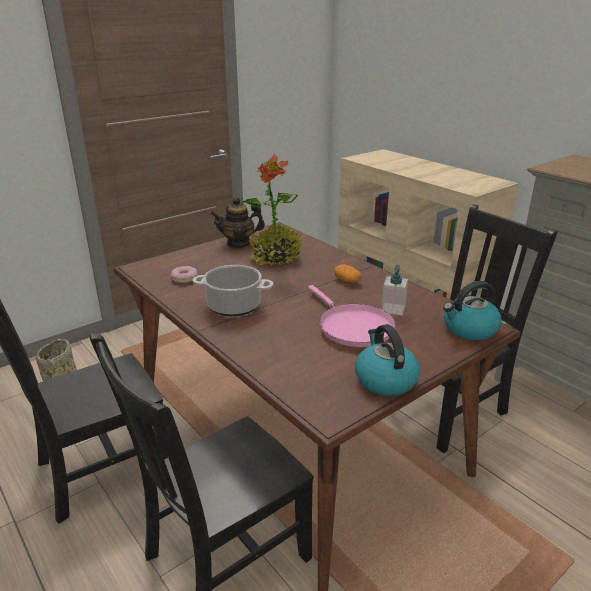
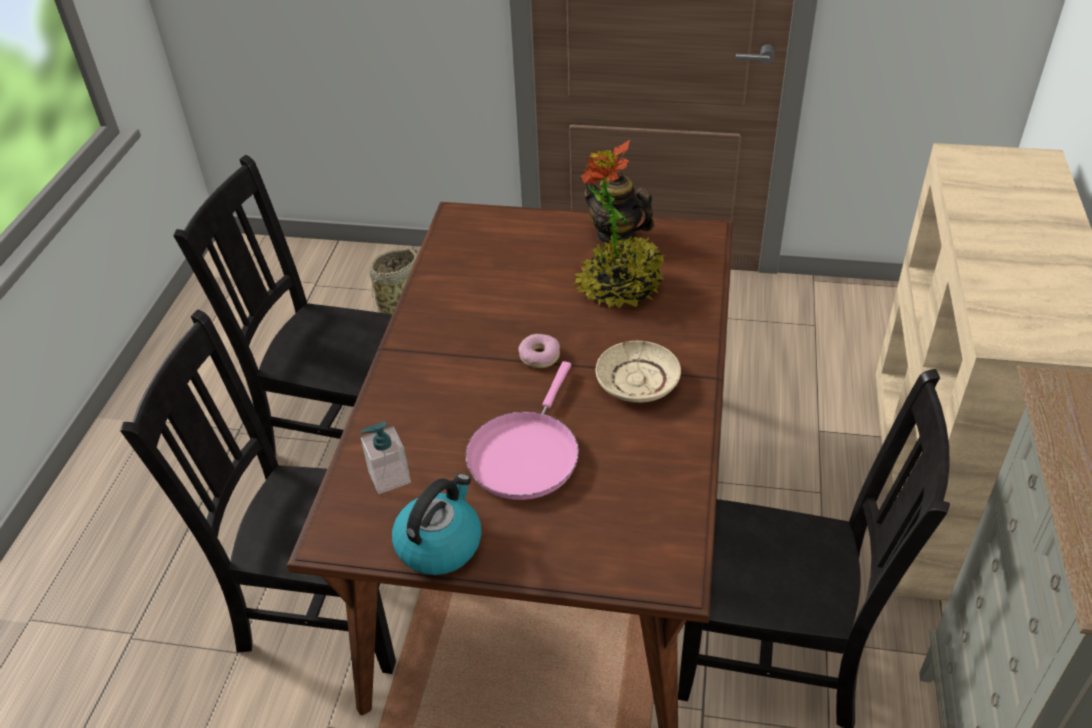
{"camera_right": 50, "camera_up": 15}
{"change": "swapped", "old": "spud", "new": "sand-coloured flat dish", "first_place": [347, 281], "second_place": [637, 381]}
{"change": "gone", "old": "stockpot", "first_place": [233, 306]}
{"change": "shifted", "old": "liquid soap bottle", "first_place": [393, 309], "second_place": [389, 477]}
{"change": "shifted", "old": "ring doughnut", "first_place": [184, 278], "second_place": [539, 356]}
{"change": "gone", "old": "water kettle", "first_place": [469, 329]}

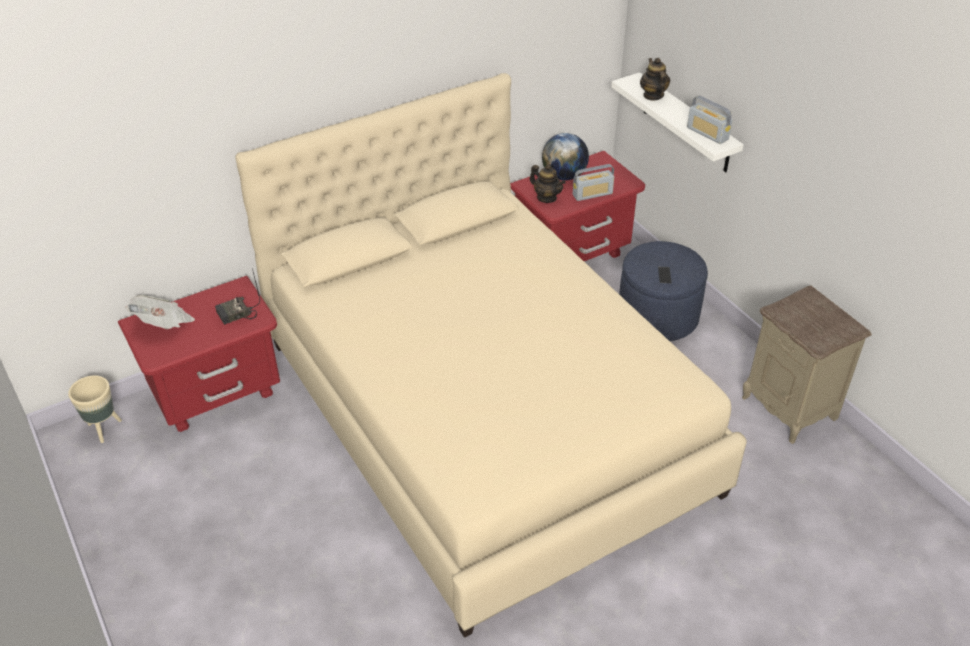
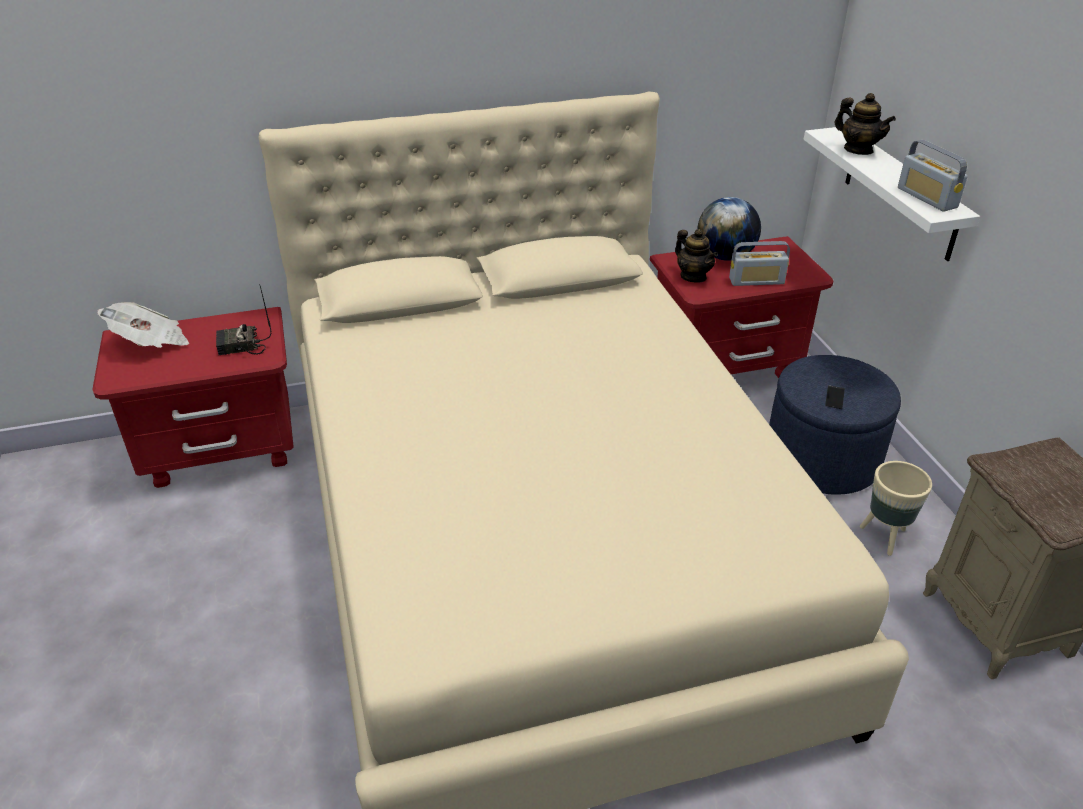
{"camera_right": 15, "camera_up": -5}
{"change": "rotated", "old": "tea pot", "first_place": [653, 95], "second_place": [858, 150], "degrees": 135}
{"change": "shifted", "old": "sand-coloured flower pot", "first_place": [104, 429], "second_place": [885, 537]}

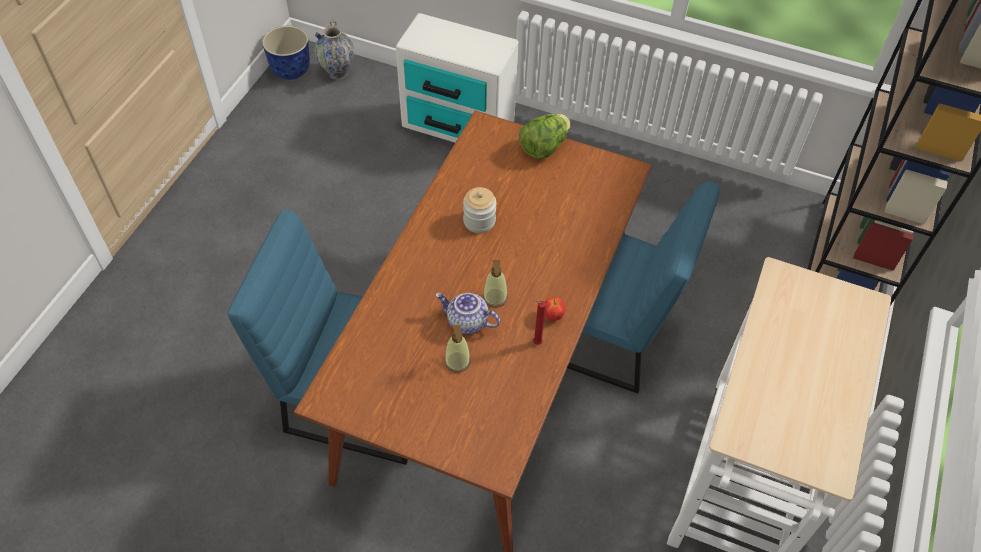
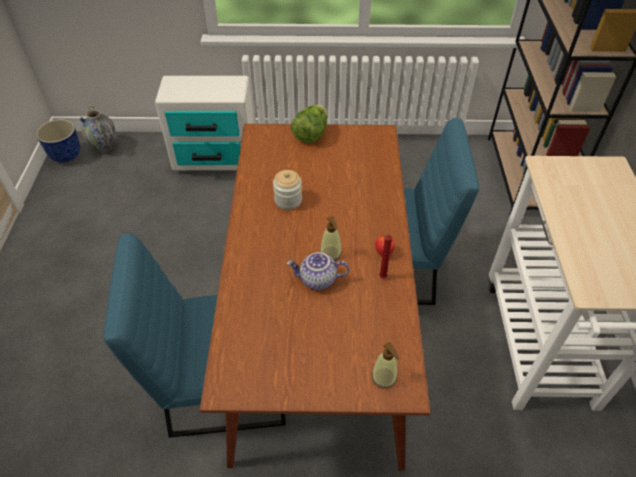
{"camera_right": -20, "camera_up": -5}
{"change": "shifted", "old": "liquid soap bottle", "first_place": [457, 362], "second_place": [384, 377]}

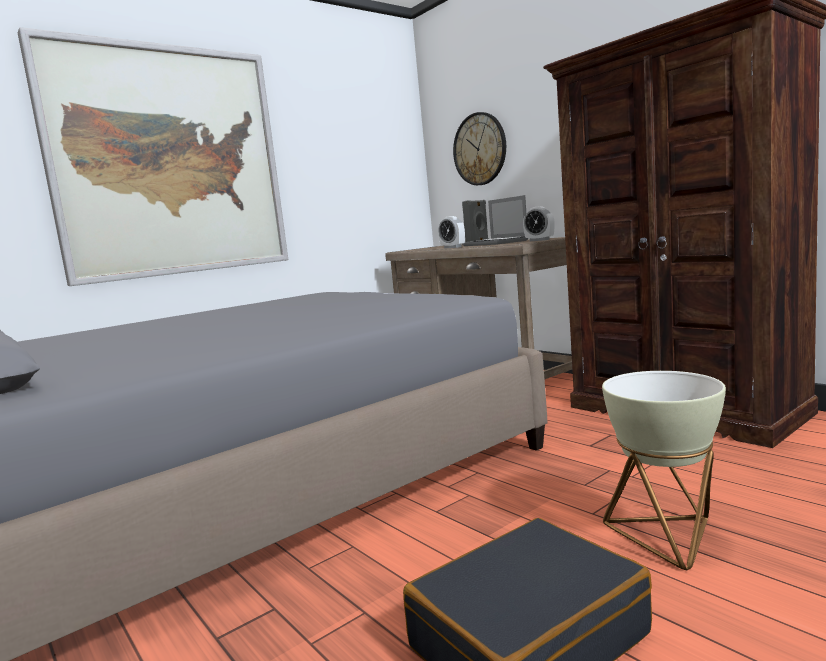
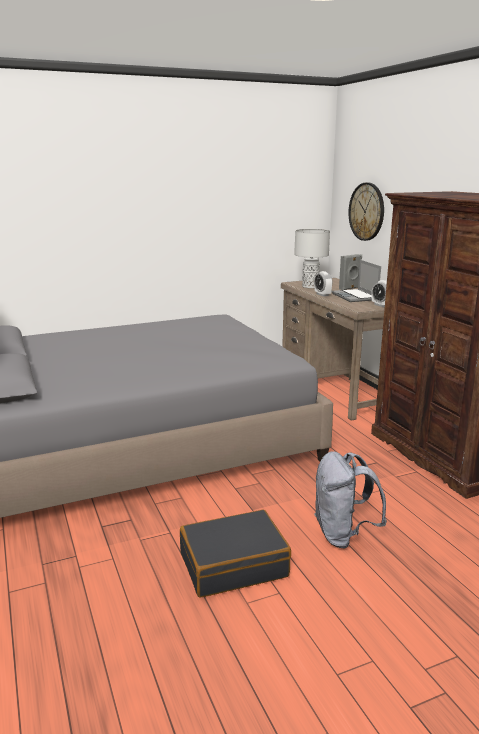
{"camera_right": 15, "camera_up": 10}
{"change": "gone", "old": "wall picture", "first_place": [169, 162]}
{"change": "swapped", "old": "flower pot", "new": "gray rucksack", "first_place": [666, 536], "second_place": [343, 535]}
{"change": "new", "new": "white-coloured tabletop lamp", "second_place": [309, 286]}

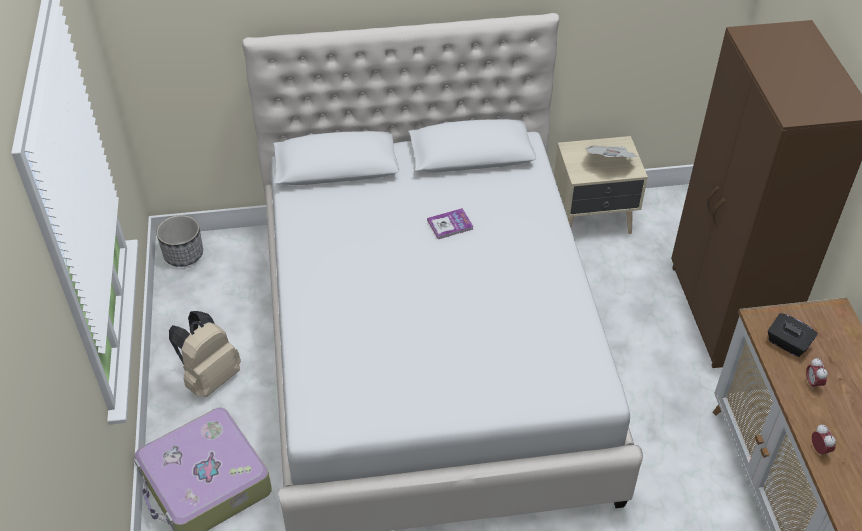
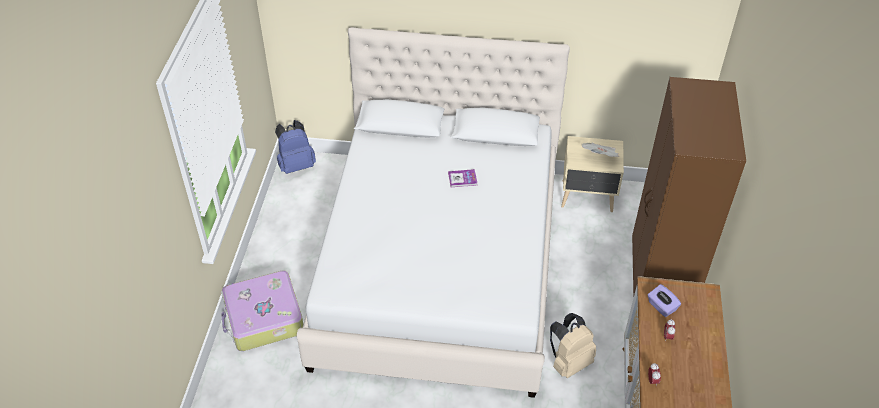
{"camera_right": 15, "camera_up": 0}
{"change": "swapped", "old": "flower pot", "new": "blue-coloured rucksack", "first_place": [183, 254], "second_place": [296, 165]}
{"change": "shifted", "old": "sand-coloured rucksack", "first_place": [210, 377], "second_place": [569, 362]}
{"change": "repainted", "old": "blackish tissue box", "new": "purple tissue box", "first_place": [787, 344], "second_place": [661, 307]}

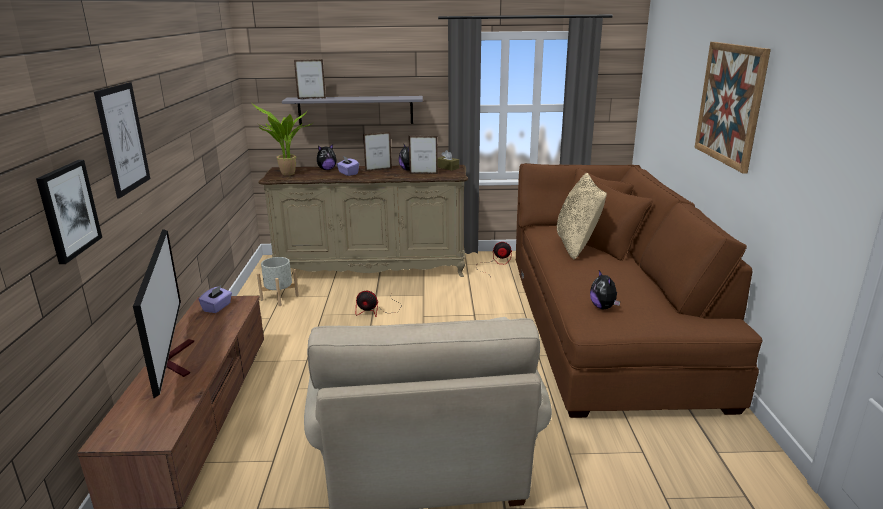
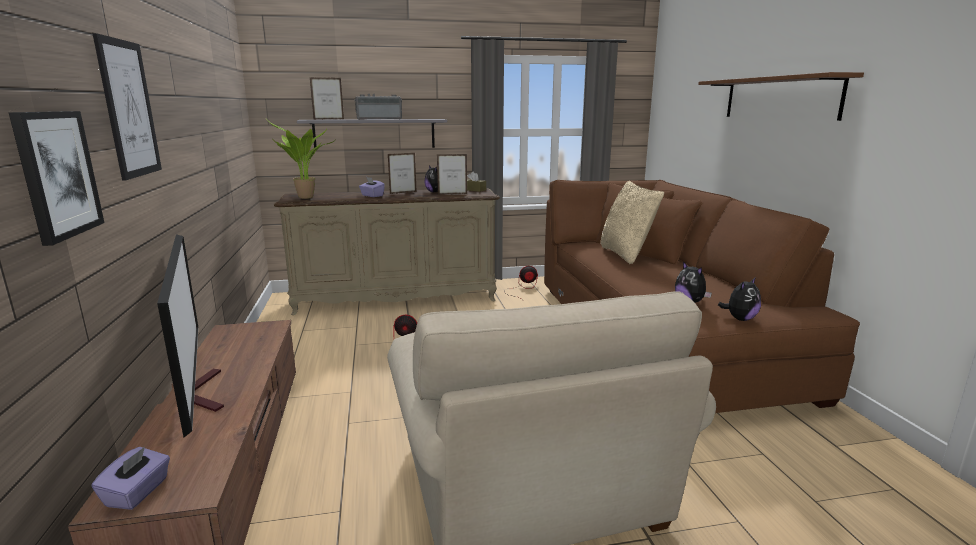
{"camera_right": -10, "camera_up": -5}
{"change": "swapped", "old": "wall picture", "new": "brown-coloured shelf", "first_place": [730, 104], "second_place": [779, 98]}
{"change": "shifted", "old": "plush toy", "first_place": [327, 169], "second_place": [740, 319]}
{"change": "gone", "old": "gray flower pot", "first_place": [279, 298]}
{"change": "shifted", "old": "purple tissue box", "first_place": [217, 307], "second_place": [138, 492]}
{"change": "new", "new": "radio set", "second_place": [379, 119]}

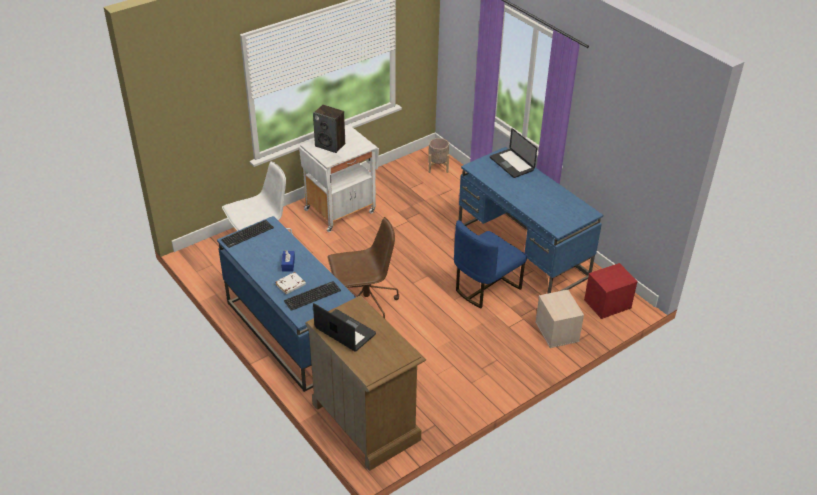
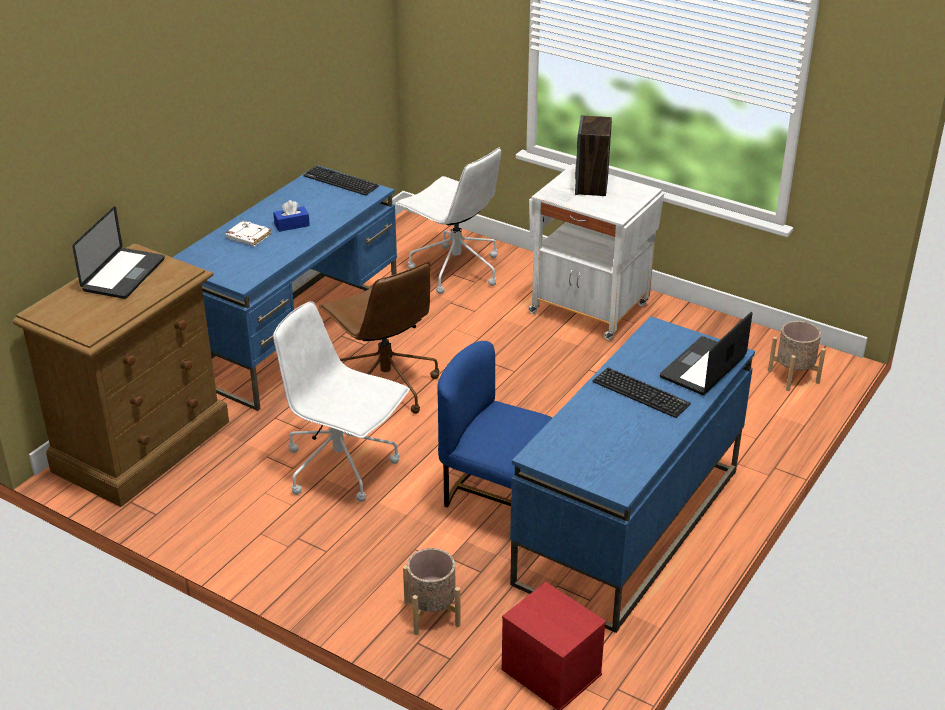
{"camera_right": 70, "camera_up": -5}
{"change": "shifted", "old": "keyboard", "first_place": [312, 296], "second_place": [640, 393]}
{"change": "swapped", "old": "sand-coloured storage box", "new": "sand-coloured flower pot", "first_place": [557, 332], "second_place": [432, 614]}
{"change": "new", "new": "white-coloured desk chair", "second_place": [344, 469]}

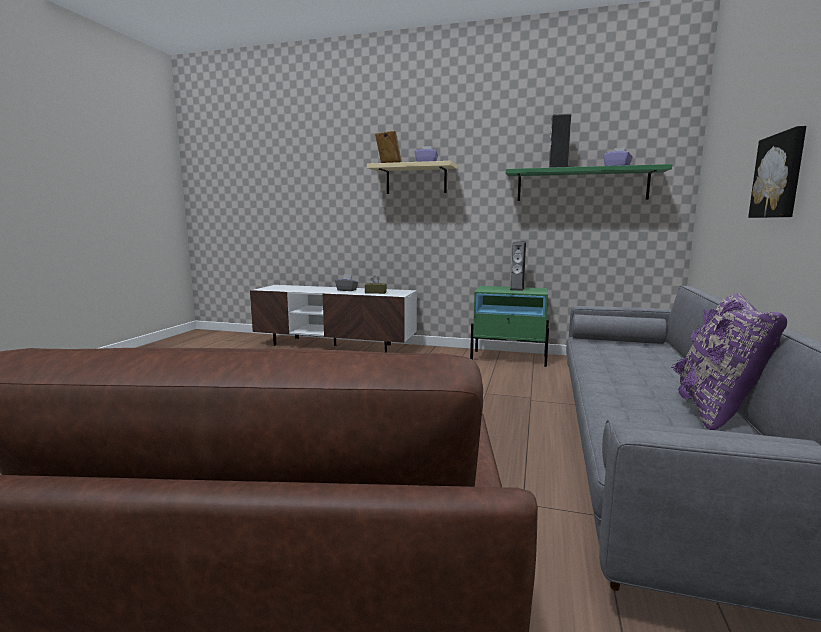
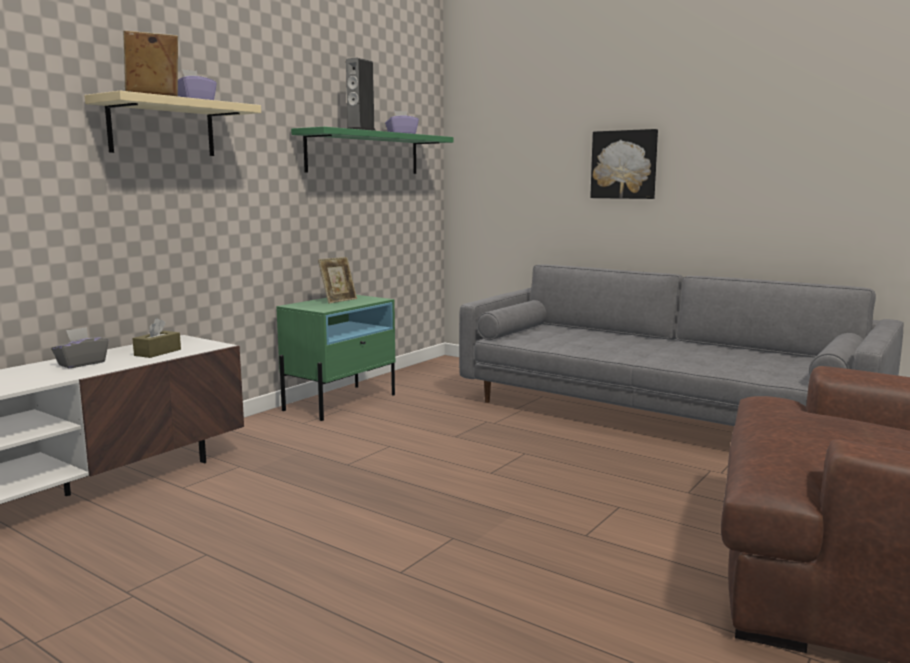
{"camera_right": -70, "camera_up": 0}
{"change": "swapped", "old": "audio speaker", "new": "standing frame", "first_place": [517, 289], "second_place": [338, 300]}
{"change": "gone", "old": "purple cushion", "first_place": [713, 409]}

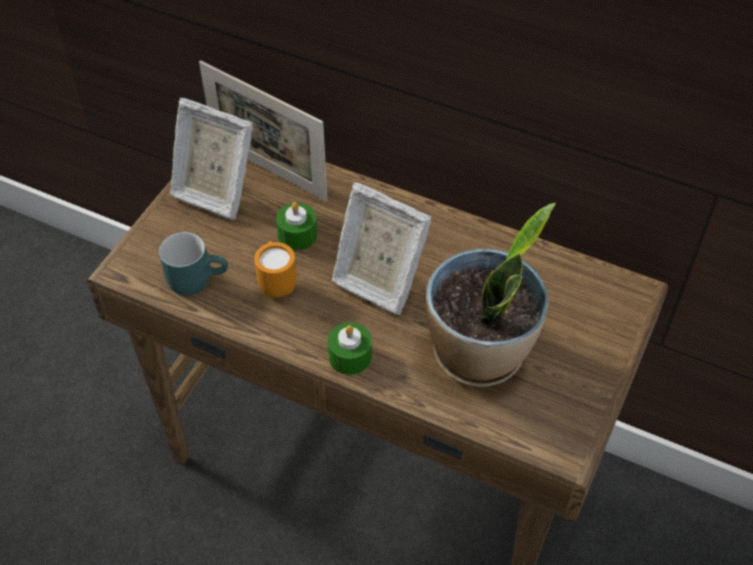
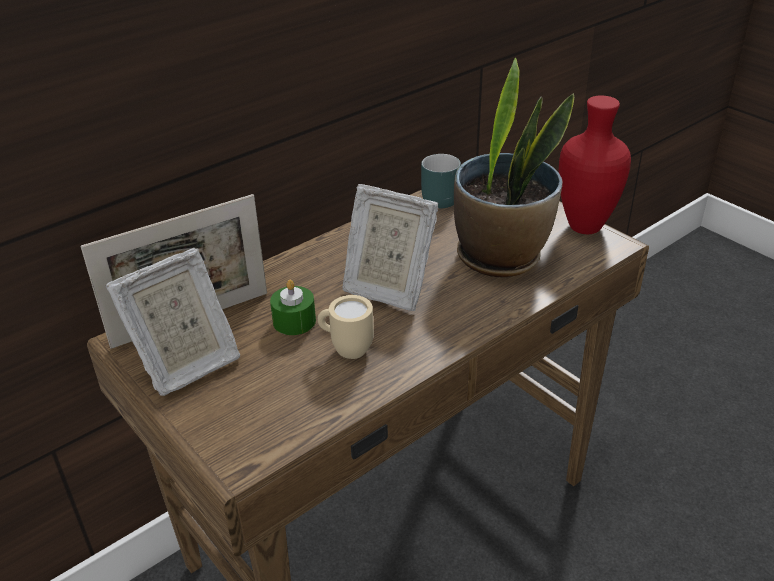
{"camera_right": -65, "camera_up": -15}
{"change": "rotated", "old": "standing frame", "first_place": [377, 281], "second_place": [387, 288], "degrees": 60}
{"change": "shifted", "old": "turquoise coffee mug", "first_place": [197, 278], "second_place": [440, 196]}
{"change": "repainted", "old": "orange coffee mug", "new": "sand-coloured coffee mug", "first_place": [277, 284], "second_place": [346, 349]}
{"change": "gone", "old": "greenish wax light", "first_place": [350, 356]}
{"change": "new", "new": "reddish vase", "second_place": [583, 227]}

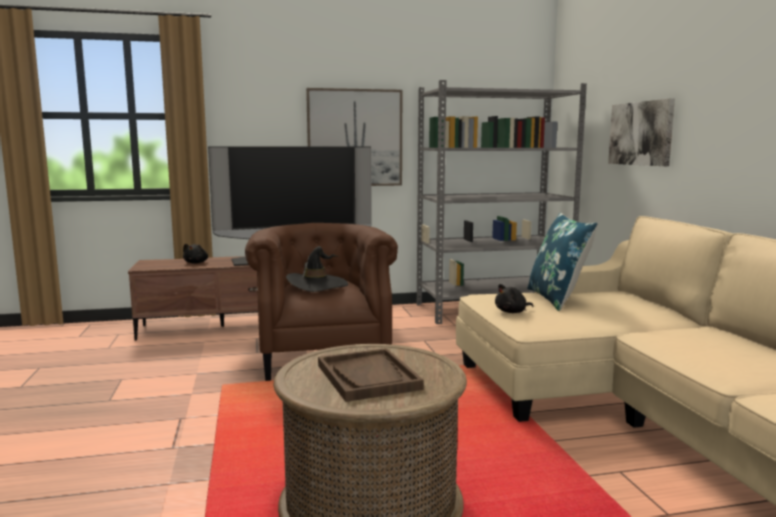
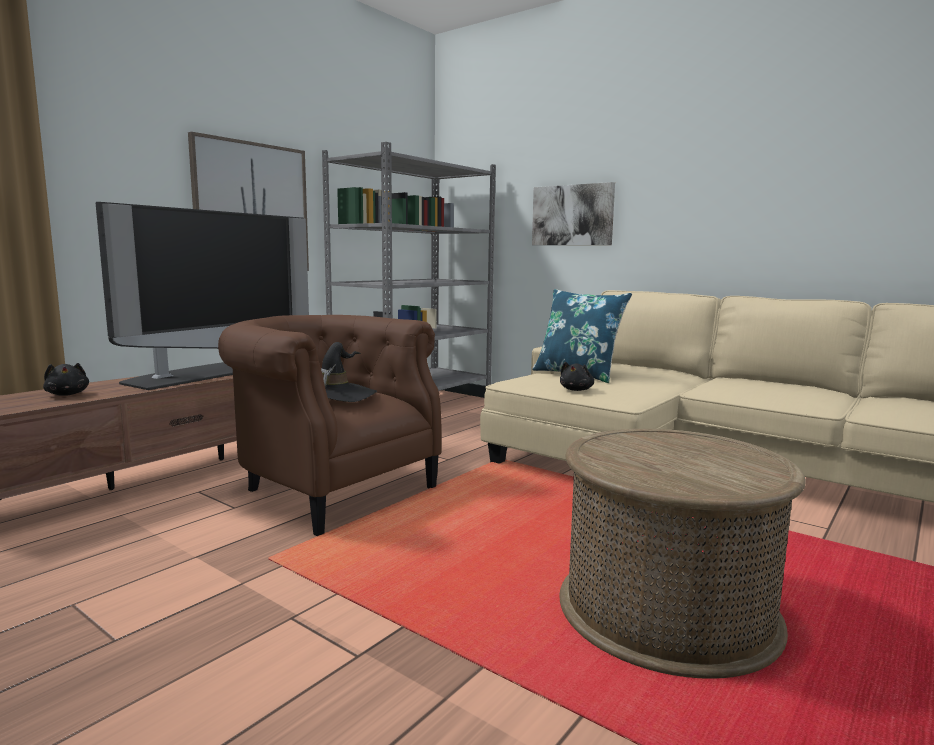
{"camera_right": -40, "camera_up": 0}
{"change": "gone", "old": "brown-coloured tray", "first_place": [368, 377]}

